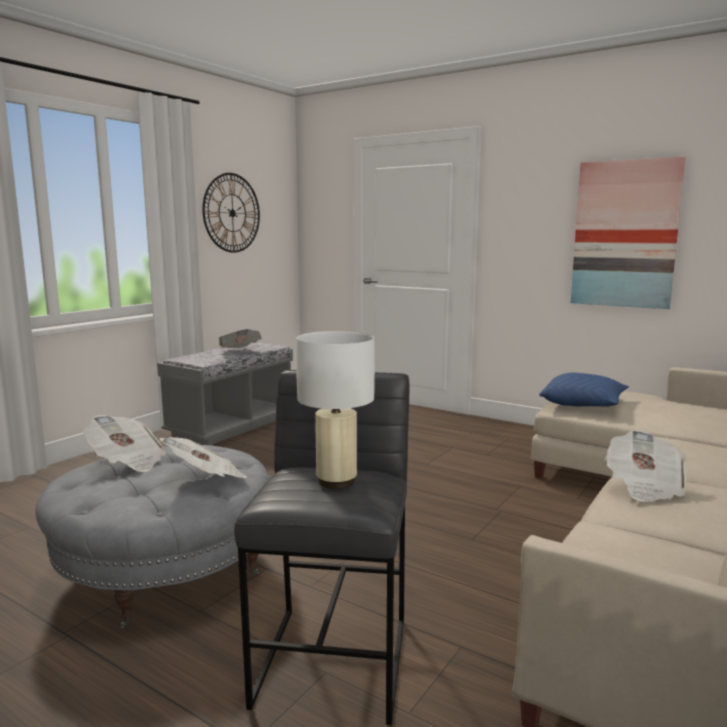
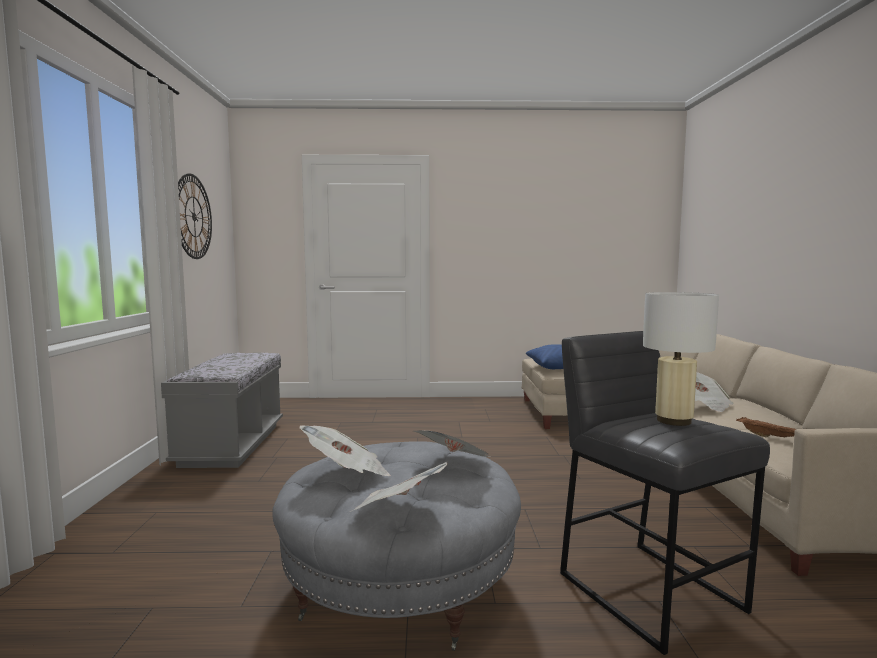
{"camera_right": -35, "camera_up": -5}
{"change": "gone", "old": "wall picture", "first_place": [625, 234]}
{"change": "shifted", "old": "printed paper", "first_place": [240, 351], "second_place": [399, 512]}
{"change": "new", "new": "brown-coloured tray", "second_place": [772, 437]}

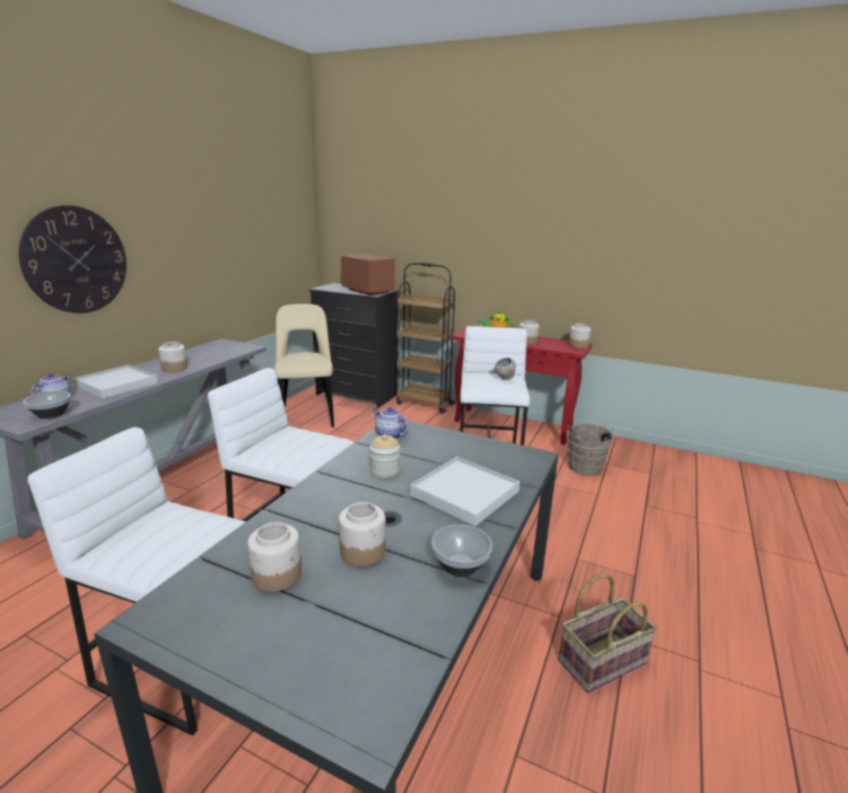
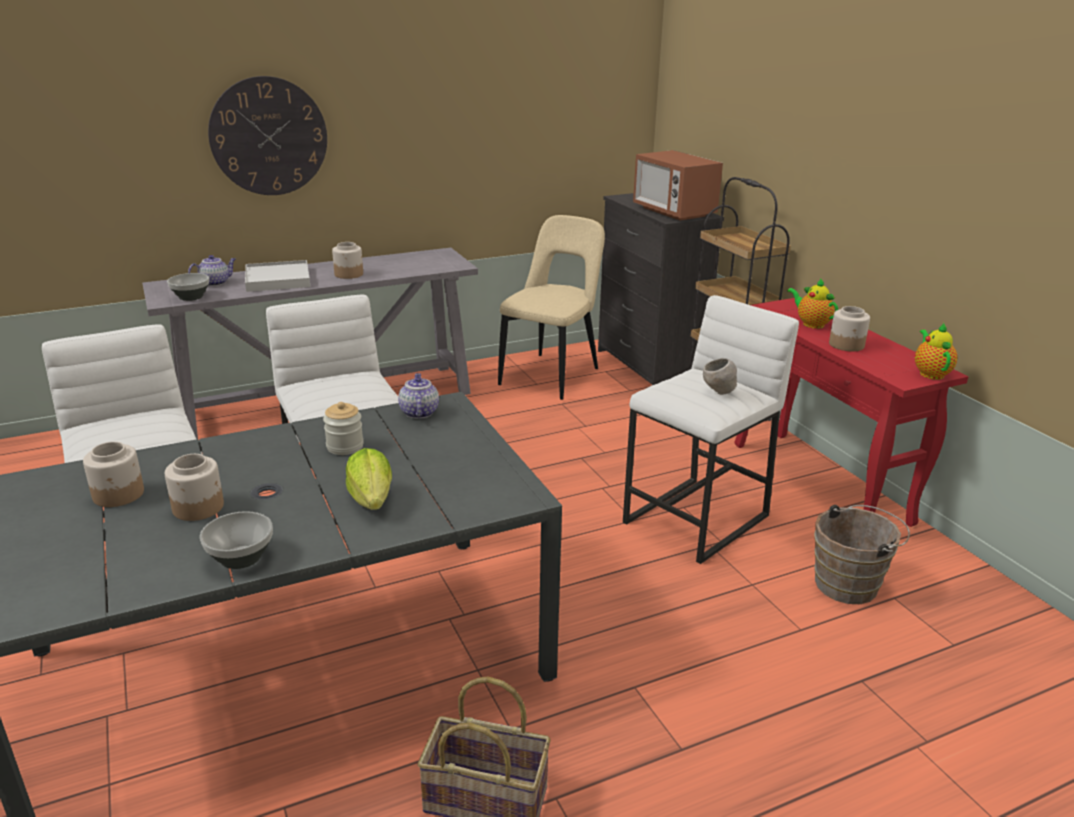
{"camera_right": 40, "camera_up": 5}
{"change": "rotated", "old": "microwave", "first_place": [368, 291], "second_place": [673, 212], "degrees": 150}
{"change": "swapped", "old": "preserve jar", "new": "tea pot", "first_place": [578, 345], "second_place": [930, 373]}
{"change": "swapped", "old": "white-coloured tray", "new": "head of lettuce", "first_place": [464, 493], "second_place": [371, 500]}

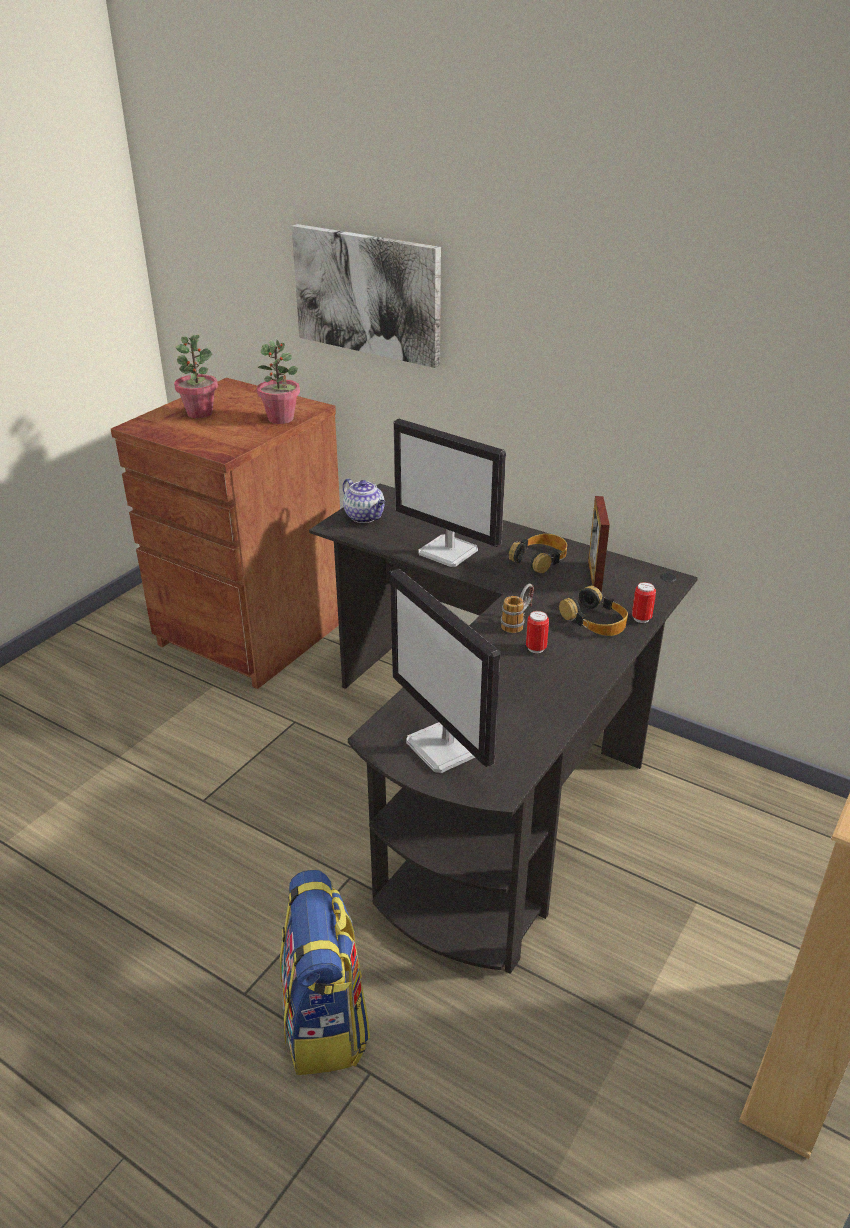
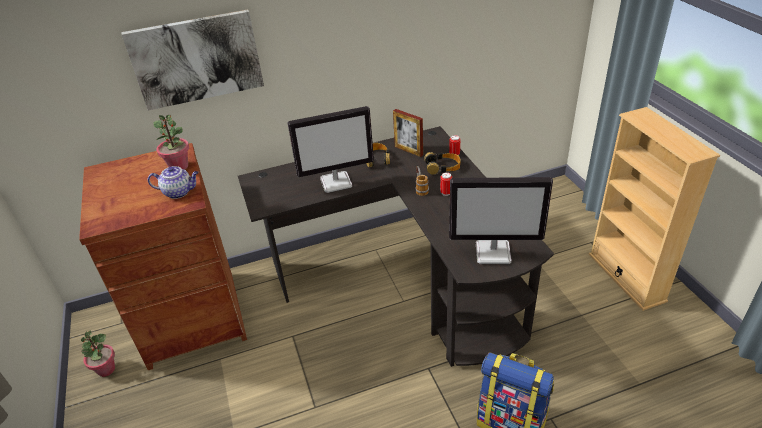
{"camera_right": -50, "camera_up": 5}
{"change": "shifted", "old": "potted plant", "first_place": [200, 413], "second_place": [106, 369]}
{"change": "shifted", "old": "tea pot", "first_place": [365, 517], "second_place": [179, 192]}

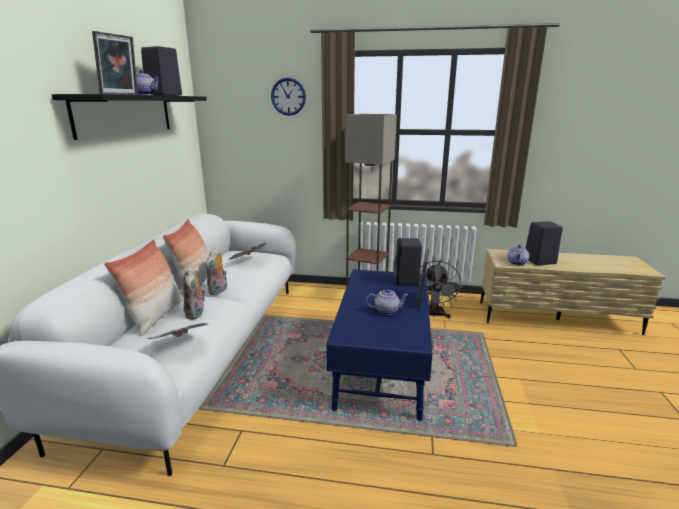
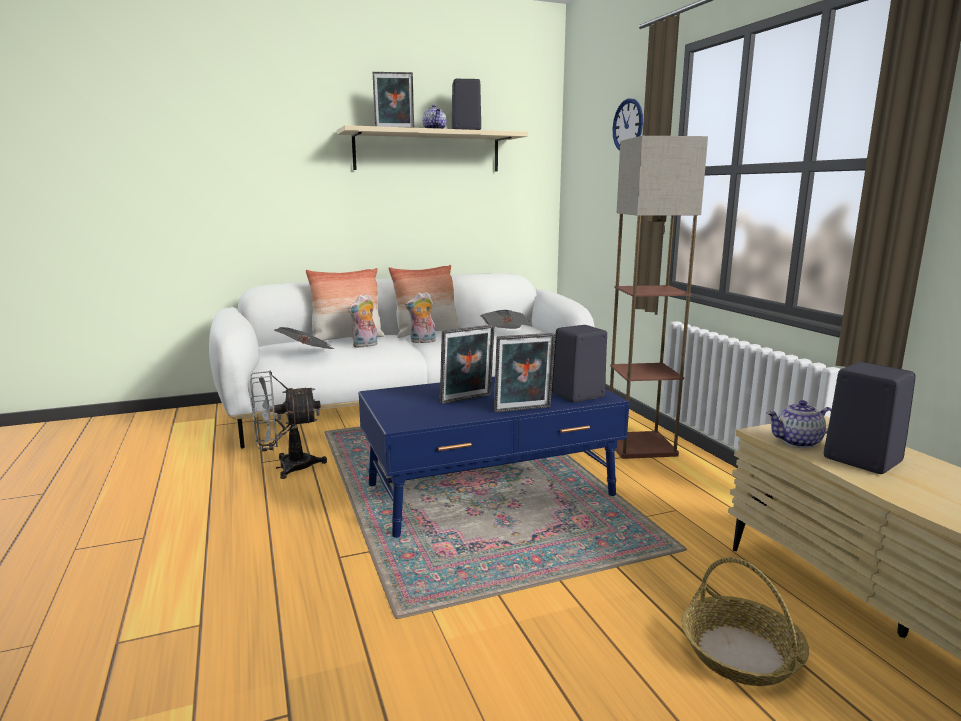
{"camera_right": 60, "camera_up": -5}
{"change": "repainted", "old": "blackish shelf", "new": "sand-coloured shelf", "first_place": [125, 114], "second_place": [427, 151]}
{"change": "shifted", "old": "gray cooling fan", "first_place": [433, 315], "second_place": [286, 467]}
{"change": "swapped", "old": "tea pot", "new": "standing frame", "first_place": [386, 311], "second_place": [467, 399]}
{"change": "new", "new": "storage basket", "second_place": [741, 653]}

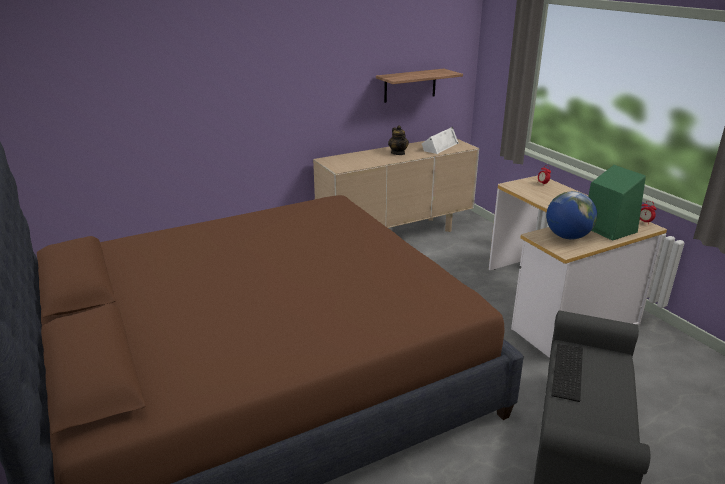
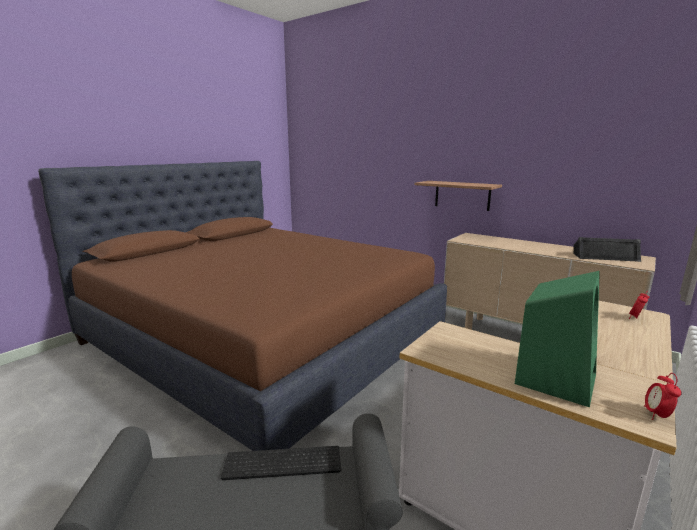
{"camera_right": 65, "camera_up": -10}
{"change": "shifted", "old": "shelf", "first_place": [410, 85], "second_place": [462, 195]}
{"change": "gone", "old": "tea pot", "first_place": [398, 153]}
{"change": "repainted", "old": "white-coloured audio speaker", "new": "blackish audio speaker", "first_place": [439, 146], "second_place": [604, 257]}
{"change": "gone", "old": "world globe", "first_place": [567, 237]}

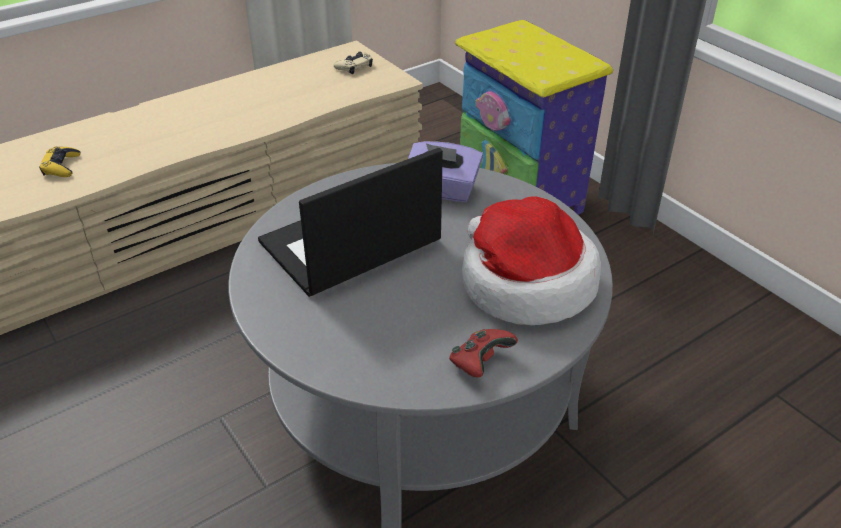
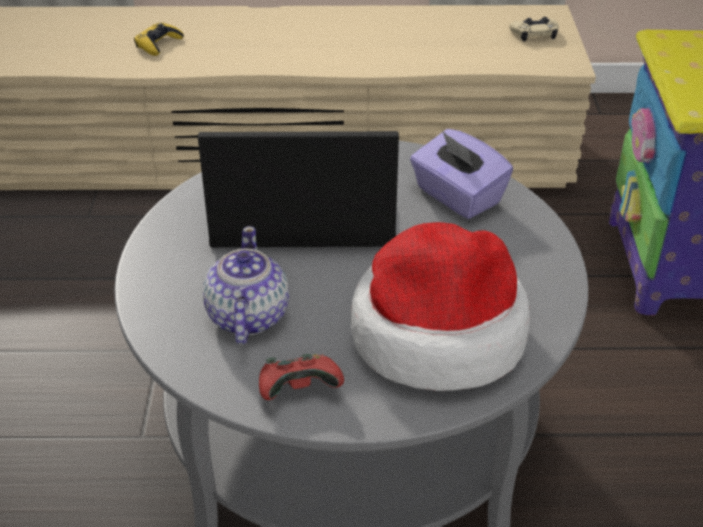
{"camera_right": 35, "camera_up": 0}
{"change": "new", "new": "tea pot", "second_place": [246, 317]}

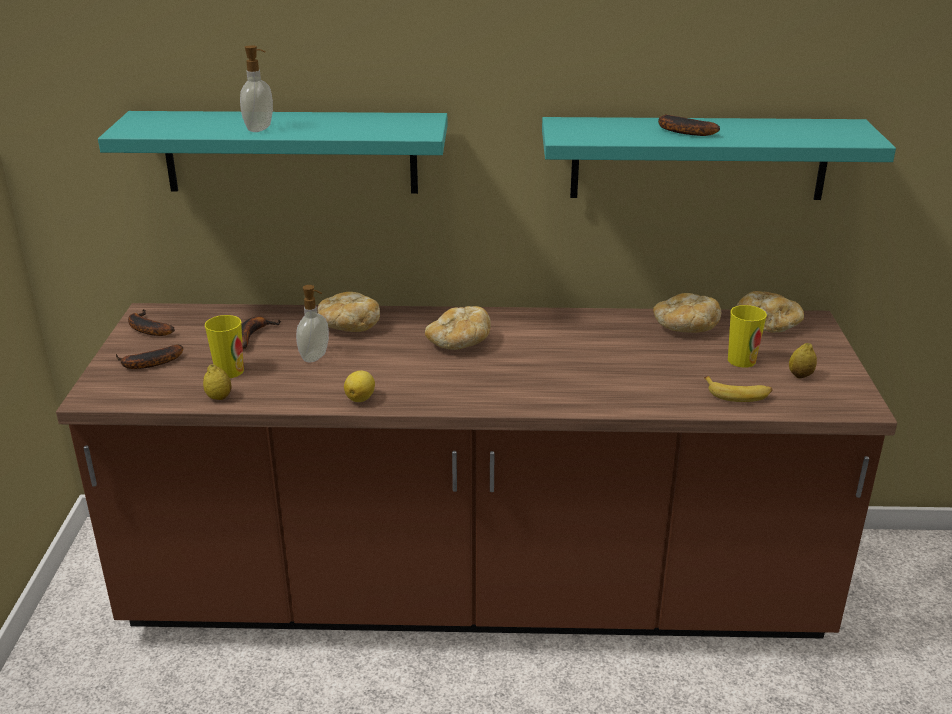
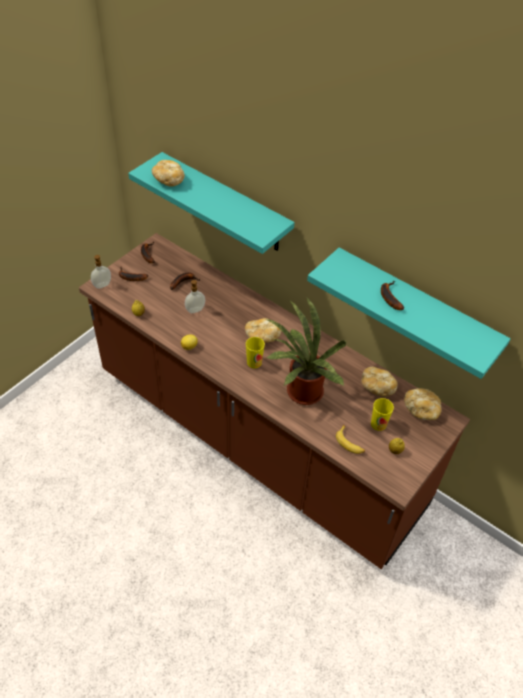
{"camera_right": 35, "camera_up": 20}
{"change": "shifted", "old": "liquid soap bottle", "first_place": [260, 129], "second_place": [102, 285]}
{"change": "shifted", "old": "bakery bread", "first_place": [348, 326], "second_place": [169, 180]}
{"change": "shifted", "old": "drinking cup", "first_place": [229, 371], "second_place": [254, 362]}
{"change": "new", "new": "potted plant", "second_place": [301, 393]}

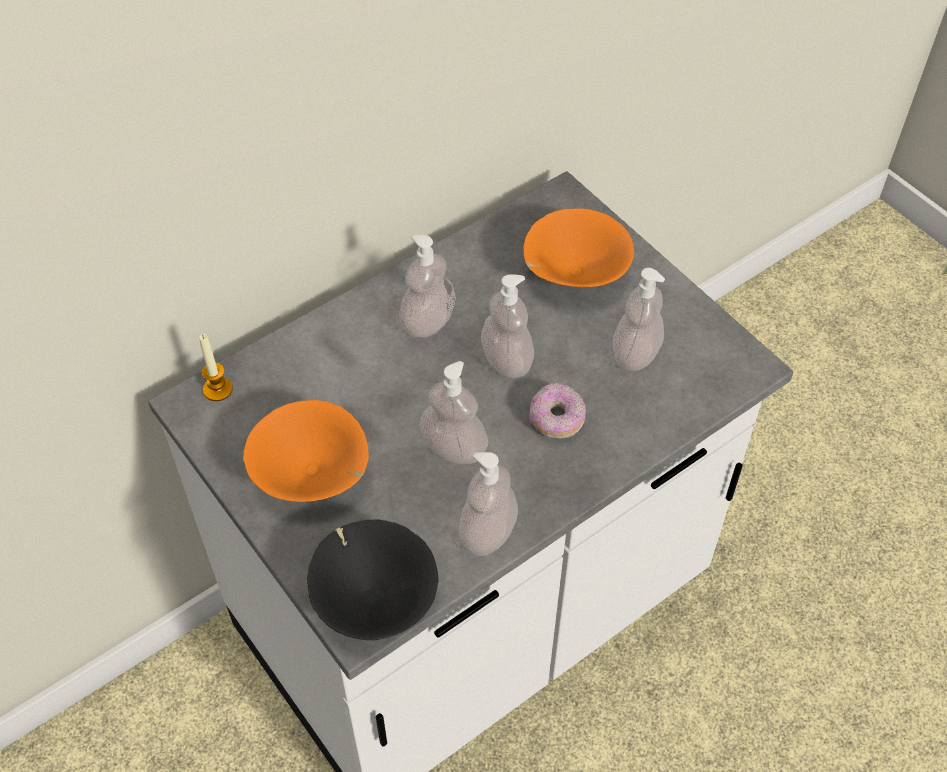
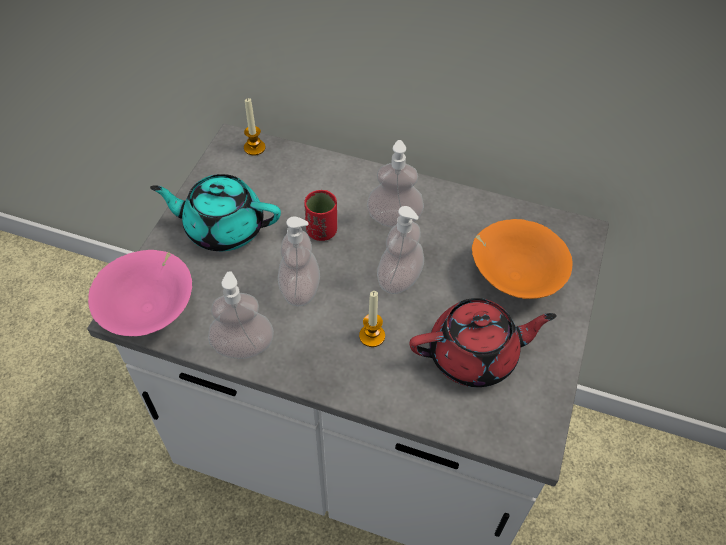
{"camera_right": 55, "camera_up": 0}
{"change": "swapped", "old": "liquid soap bottle", "new": "reddish tea pot", "first_place": [635, 354], "second_place": [474, 355]}
{"change": "swapped", "old": "ring doughnut", "new": "wax light", "first_place": [556, 419], "second_place": [372, 336]}
{"change": "swapped", "old": "orange serving bowl", "new": "turquoise tea pot", "first_place": [313, 476], "second_place": [223, 228]}
{"change": "repainted", "old": "blackish serving bowl", "new": "pink-coloured serving bowl", "first_place": [374, 597], "second_place": [150, 310]}
{"change": "new", "new": "reddish drinking cup", "second_place": [322, 231]}

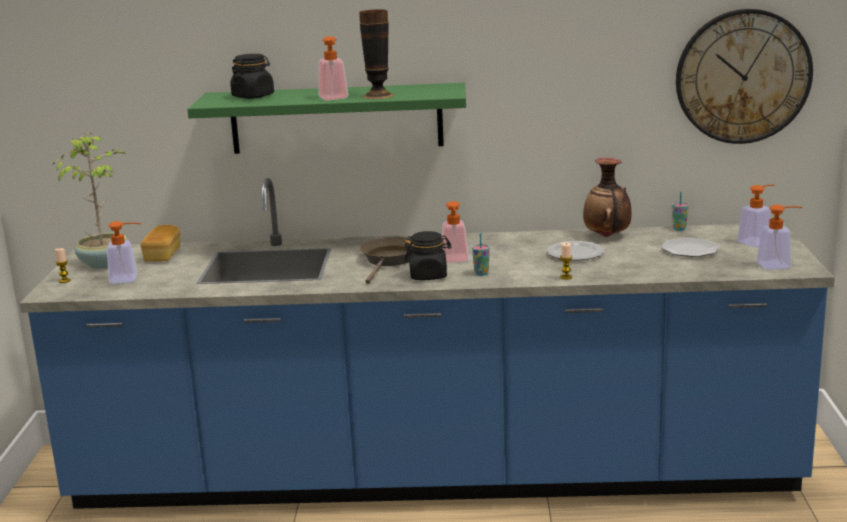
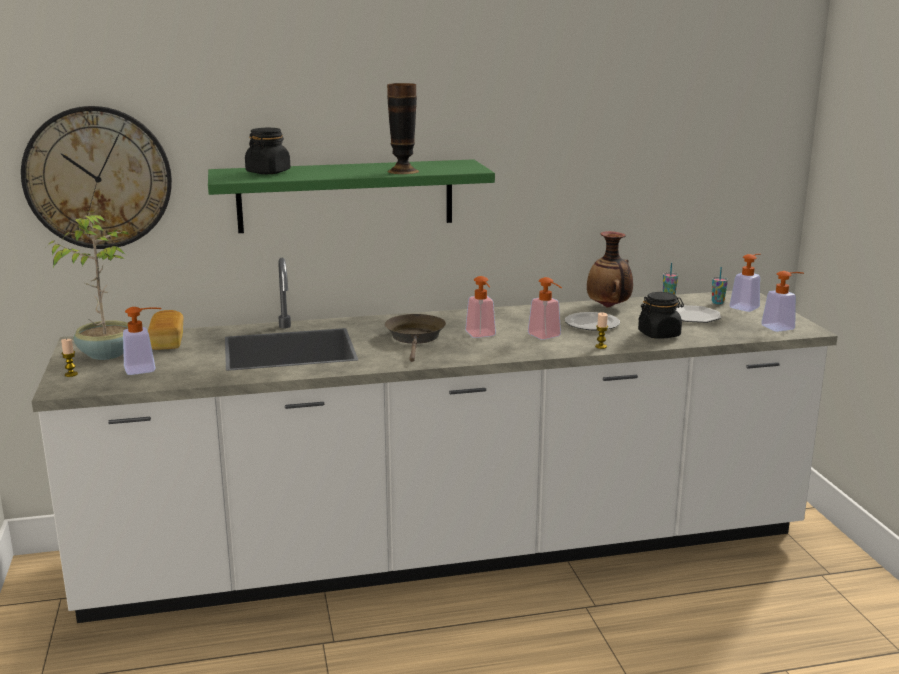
{"camera_right": -15, "camera_up": 0}
{"change": "shifted", "old": "wall clock", "first_place": [743, 76], "second_place": [98, 178]}
{"change": "shifted", "old": "liquid soap bottle", "first_place": [334, 99], "second_place": [547, 337]}
{"change": "repainted", "old": "blue-coloured counter", "new": "white-coloured counter", "first_place": [433, 475], "second_place": [449, 550]}
{"change": "shifted", "old": "blackish preserve jar", "first_place": [428, 275], "second_place": [659, 334]}
{"change": "shifted", "old": "drinking cup", "first_place": [481, 273], "second_place": [717, 302]}

